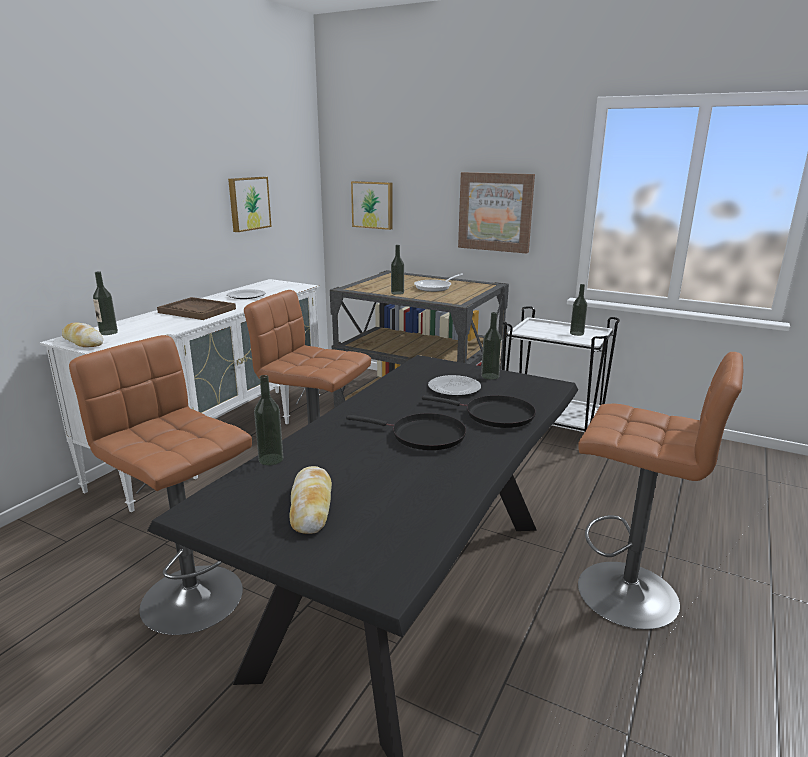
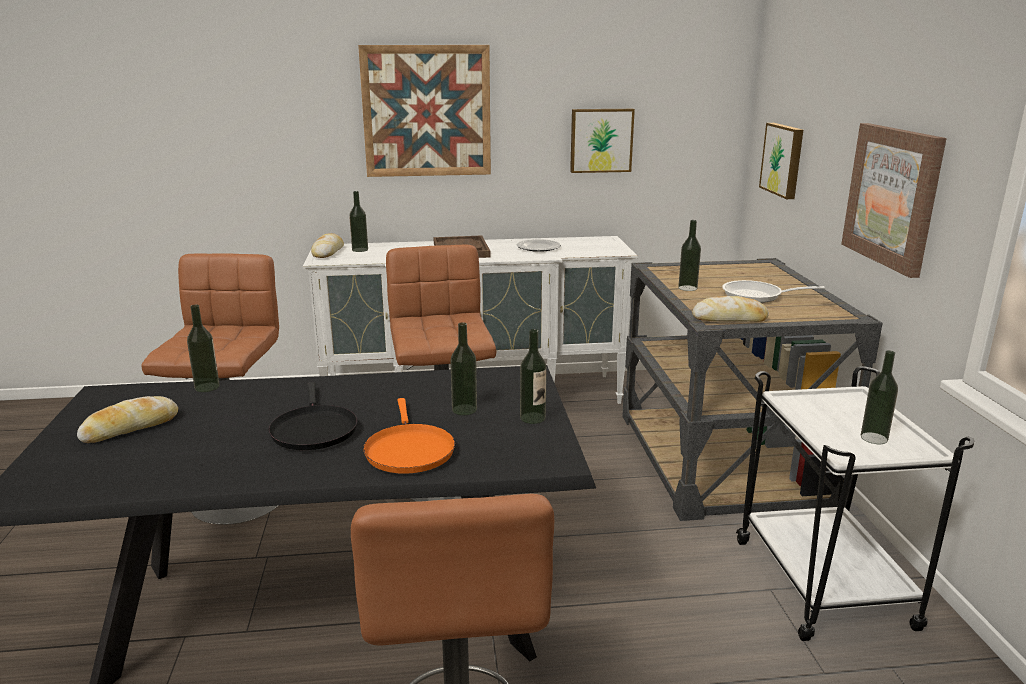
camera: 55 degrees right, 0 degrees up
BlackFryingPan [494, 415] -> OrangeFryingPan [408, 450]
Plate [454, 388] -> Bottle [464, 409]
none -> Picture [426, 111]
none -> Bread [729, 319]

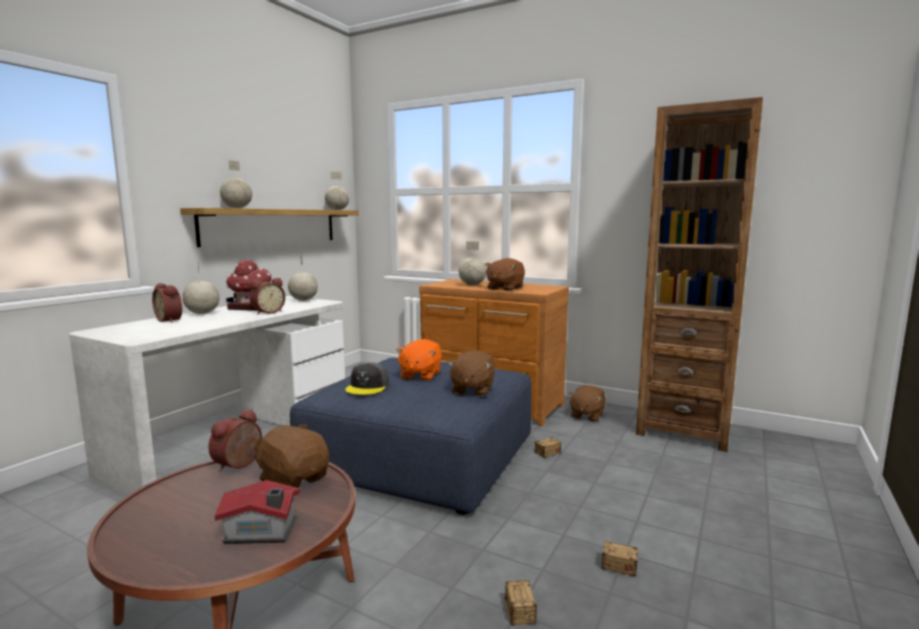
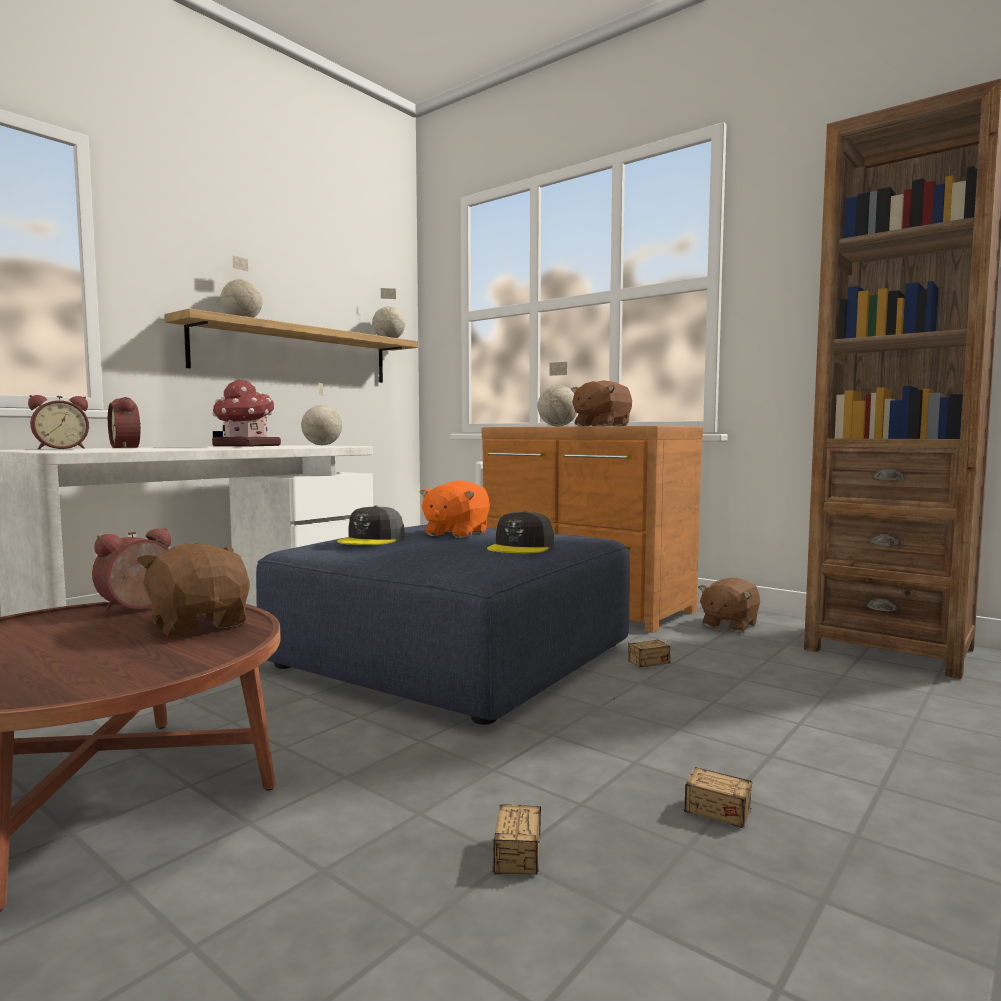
camera: 10 degrees right, 5 degrees down
Globe [202, 313] -> none
ToyHouse [262, 532] -> none
AlarmClock [267, 312] -> AlarmClock [61, 448], move
BrownPlushToy [472, 390] -> GreyCap [521, 547]

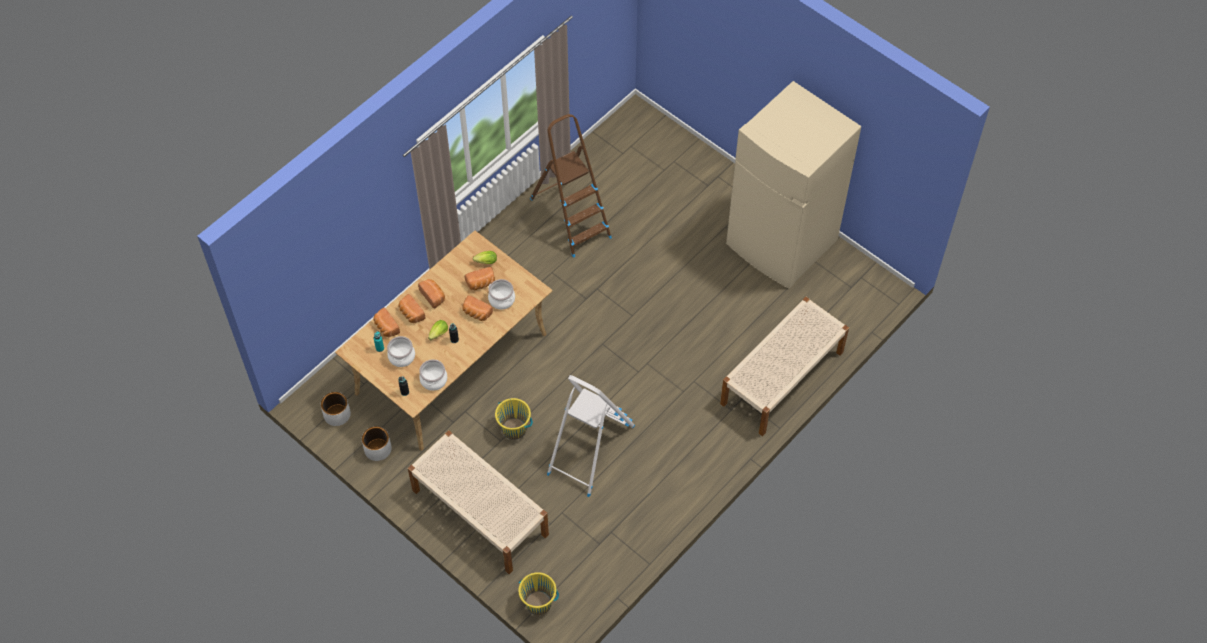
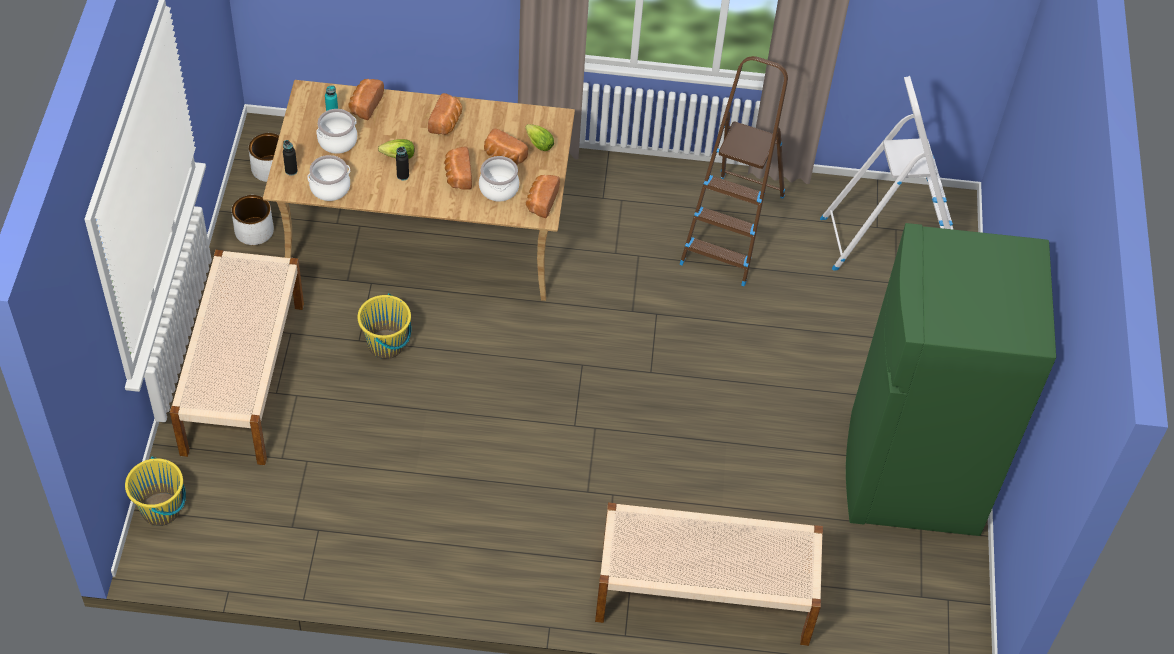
camera: 50 degrees right, 5 degrees down
Bread [411, 314] -> Bread [541, 202], move
WhiteStepLadder [591, 449] -> WhiteStepLadder [890, 240], move
BeigeFridge [781, 243] -> GreenFridge [912, 473]

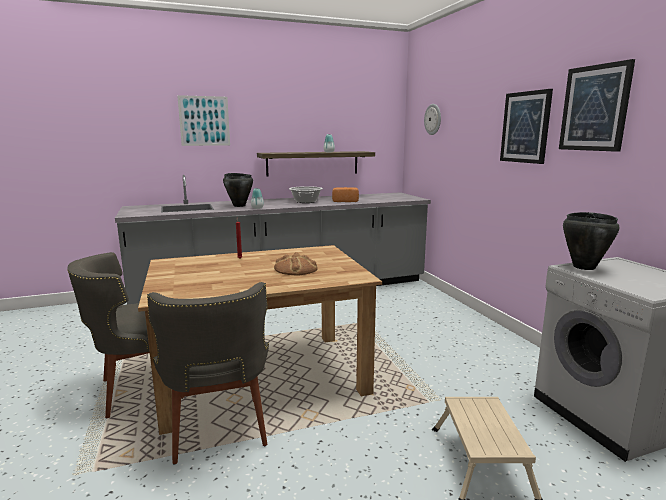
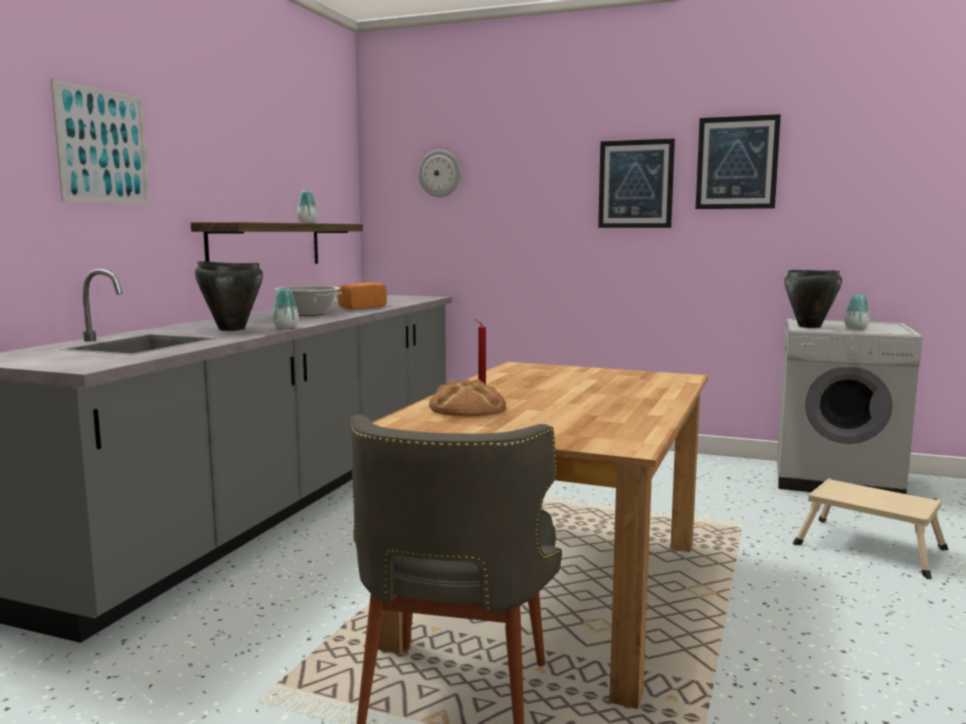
camera: 50 degrees left, 5 degrees down
GreyChair [219, 429] -> none
Bread [296, 269] -> Bread [467, 408], move
none -> Vase [856, 329]

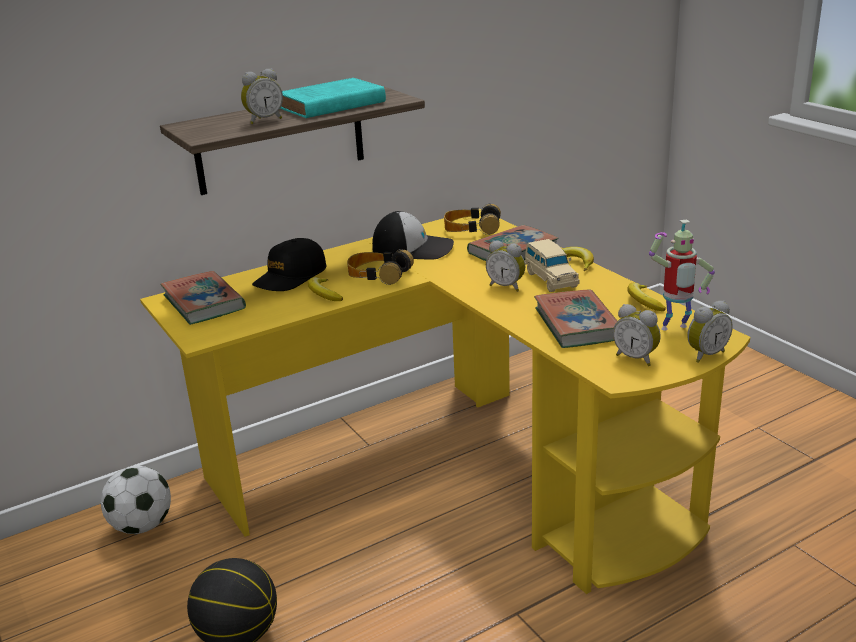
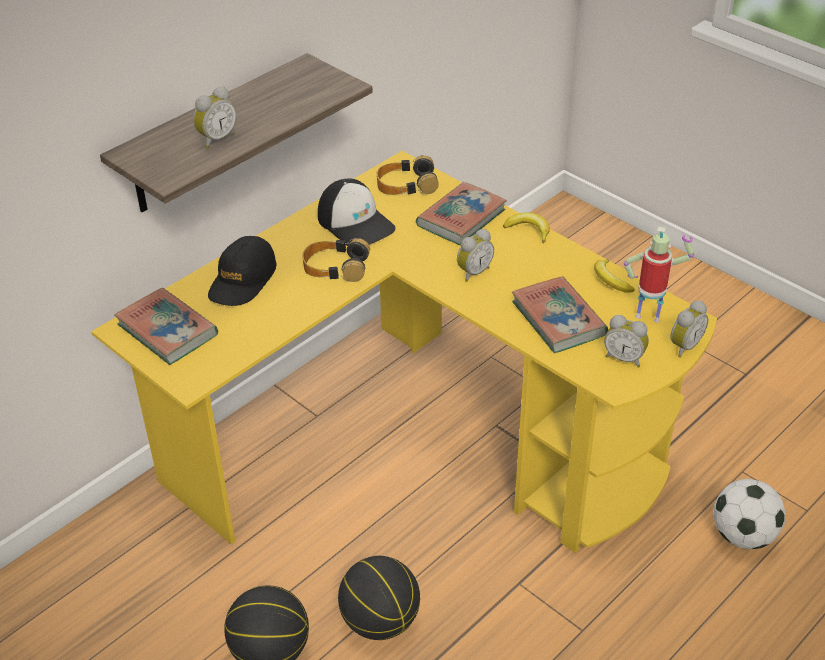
camera: 15 degrees left, 15 degrees up
Football [141, 526] -> Football [742, 536], move
TurquoiseBook [329, 105] -> none
Banana [324, 294] -> none
Cap [413, 248] -> Cap [356, 222], 60 degrees clockwise
AlarmClock [506, 286] -> AlarmClock [473, 272], 60 degrees counterclockwise
BeigeToyCar [550, 279] -> none
ToyRobot [675, 329] -> ToyRobot [649, 316], 135 degrees counterclockwise
none -> Basketball [380, 621]

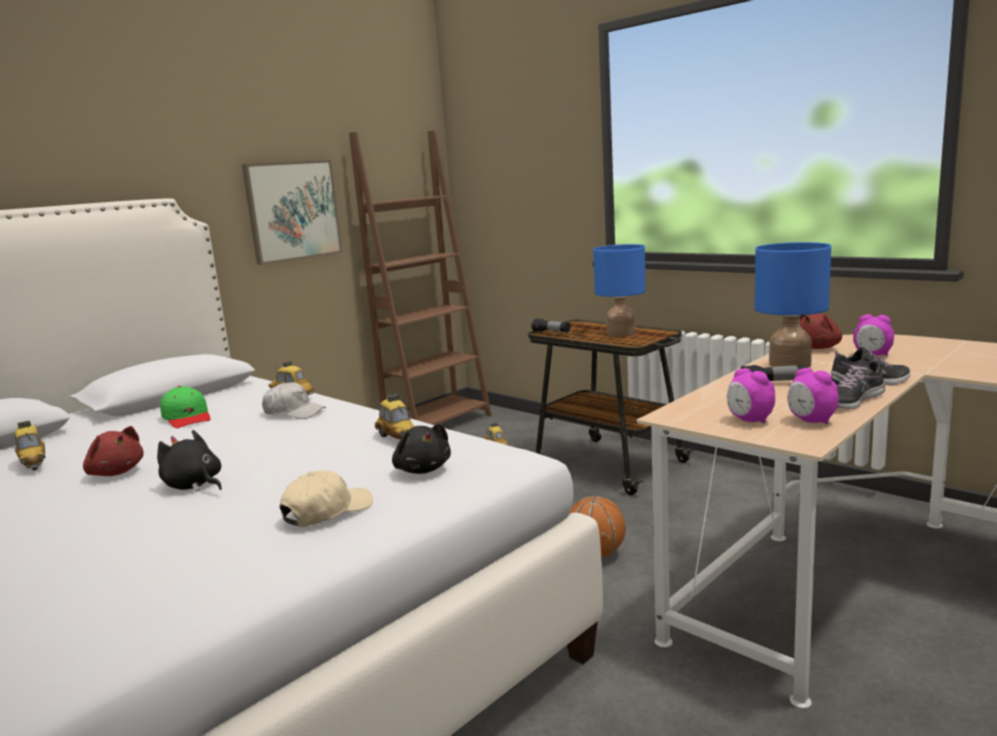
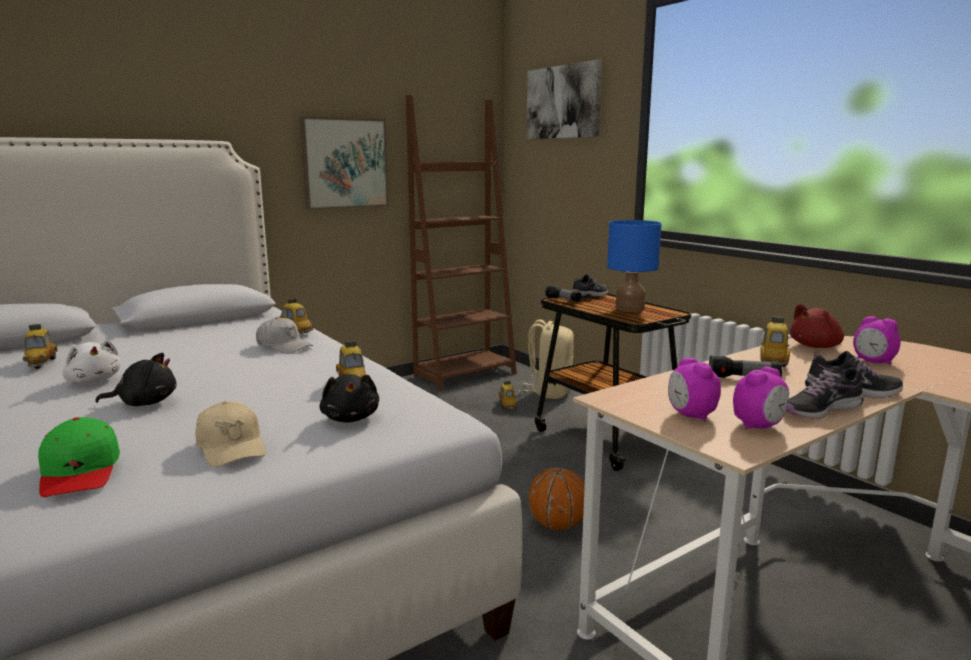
camera: 10 degrees right, 0 degrees up
RedPlushToy [115, 472] -> WhitePlushToy [94, 380]
BlackPlushToy [194, 485] -> BlackPlushToy [145, 403], 120 degrees clockwise
GreenCap [187, 418] -> GreenCap [80, 471], move
BeigeCap [327, 512] -> BeigeCap [232, 447], 90 degrees clockwise
BlueTableLamp [789, 365] -> ToyCar [773, 361]
AlarmClock [811, 421] -> AlarmClock [758, 426], 105 degrees counterclockwise
none -> BeigeBackpack [549, 391]
none -> Picture [563, 102]
none -> Shoe [590, 295]

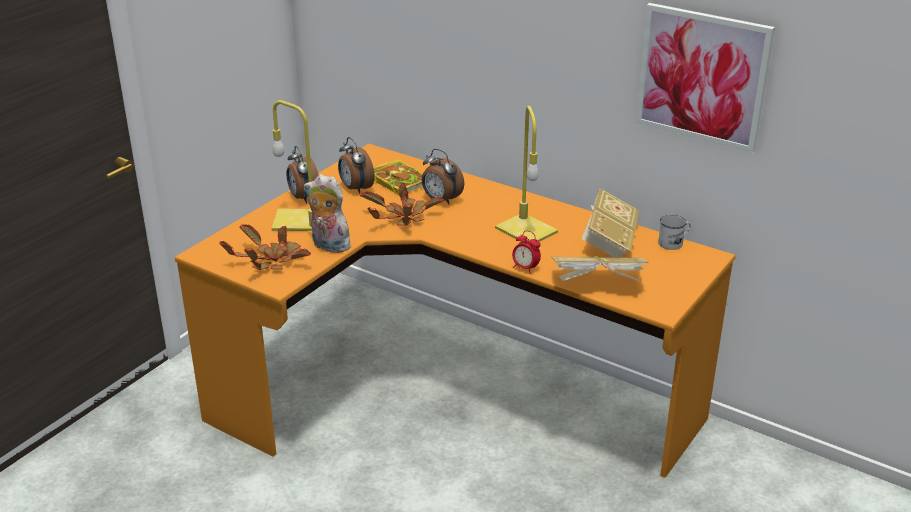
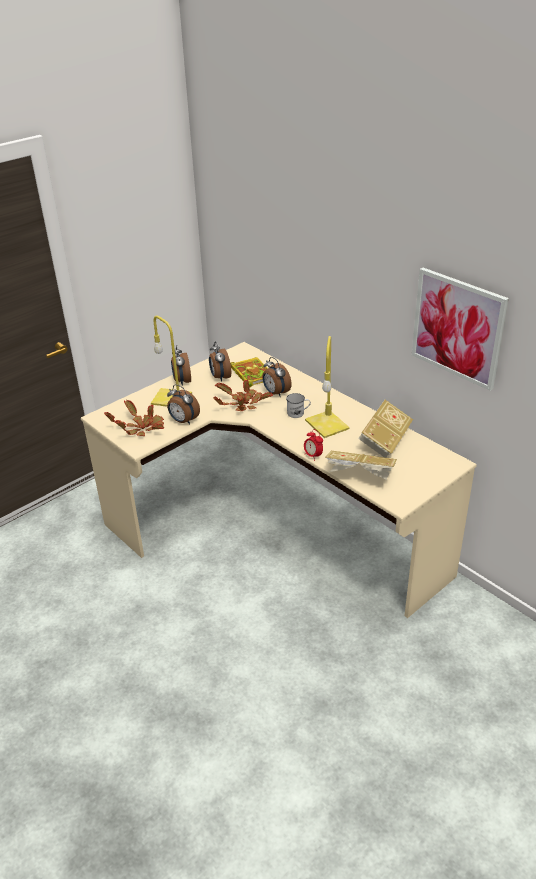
camera: 15 degrees right, 5 degrees up
OrangeDesk [448, 389] -> BeigeDesk [275, 525]
PlushToy [328, 246] -> AlarmClock [183, 421]
WhiteMug [674, 243] -> WhiteMug [298, 413], move

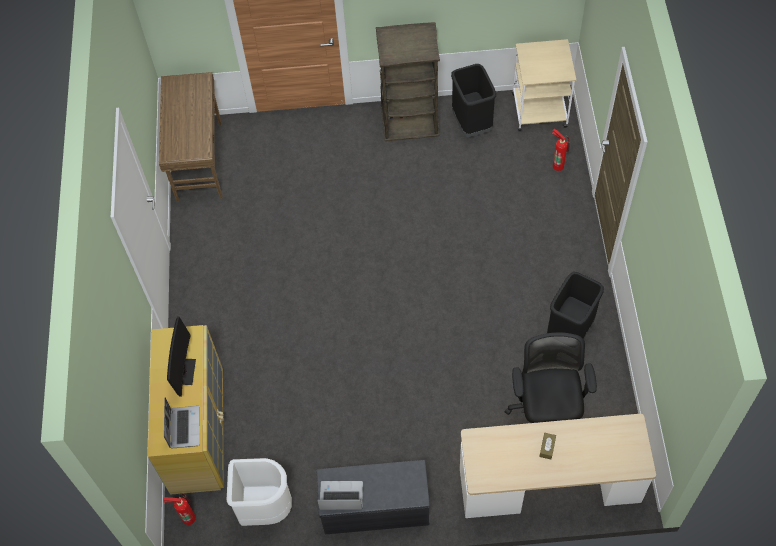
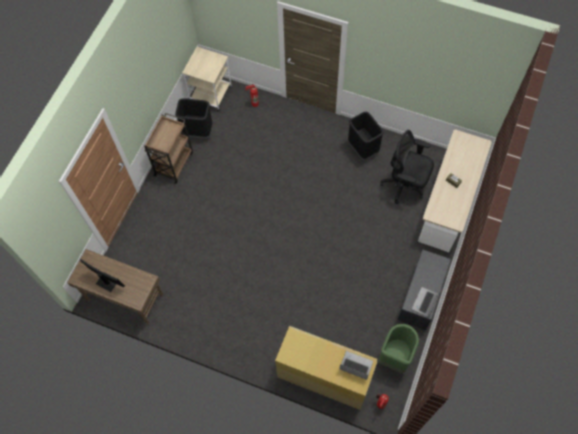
camera: 65 degrees left, 5 degrees up
Monitor [183, 372] -> Monitor [107, 282], move
WhiteTrashCan [265, 508] -> GreenTrashCan [394, 357]
BrownBookcase [410, 120] -> BrownCart [174, 163]

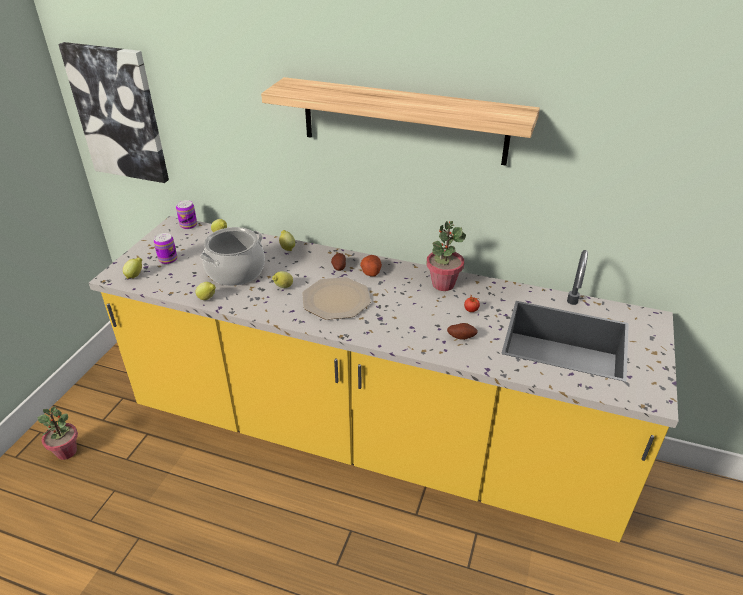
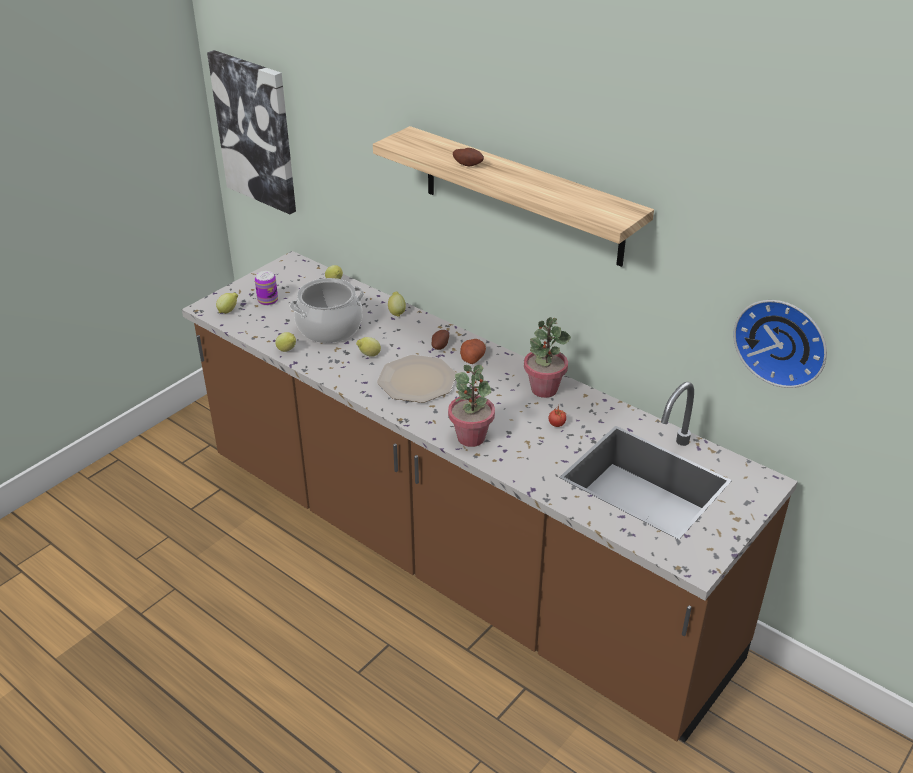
camera: 20 degrees right, 0 degrees up
PottedPlant [67, 451] -> PottedPlant [471, 437], move
YellowCounter [371, 439] -> BrownCounter [456, 557]
Can [188, 225] -> none
Potato [461, 336] -> Potato [468, 164], move
none -> WallClock [782, 340]

